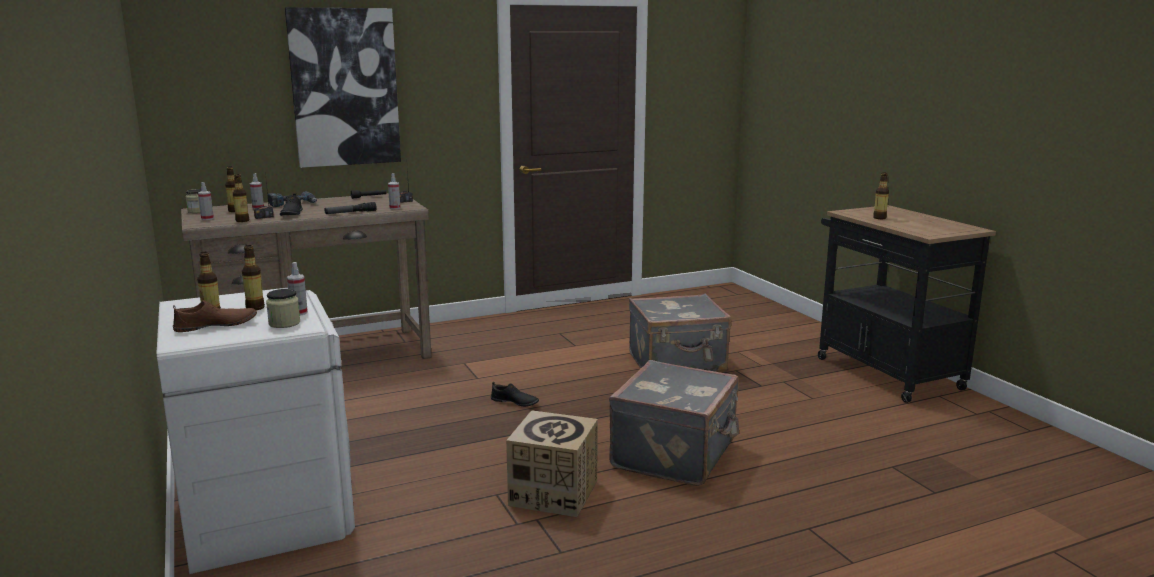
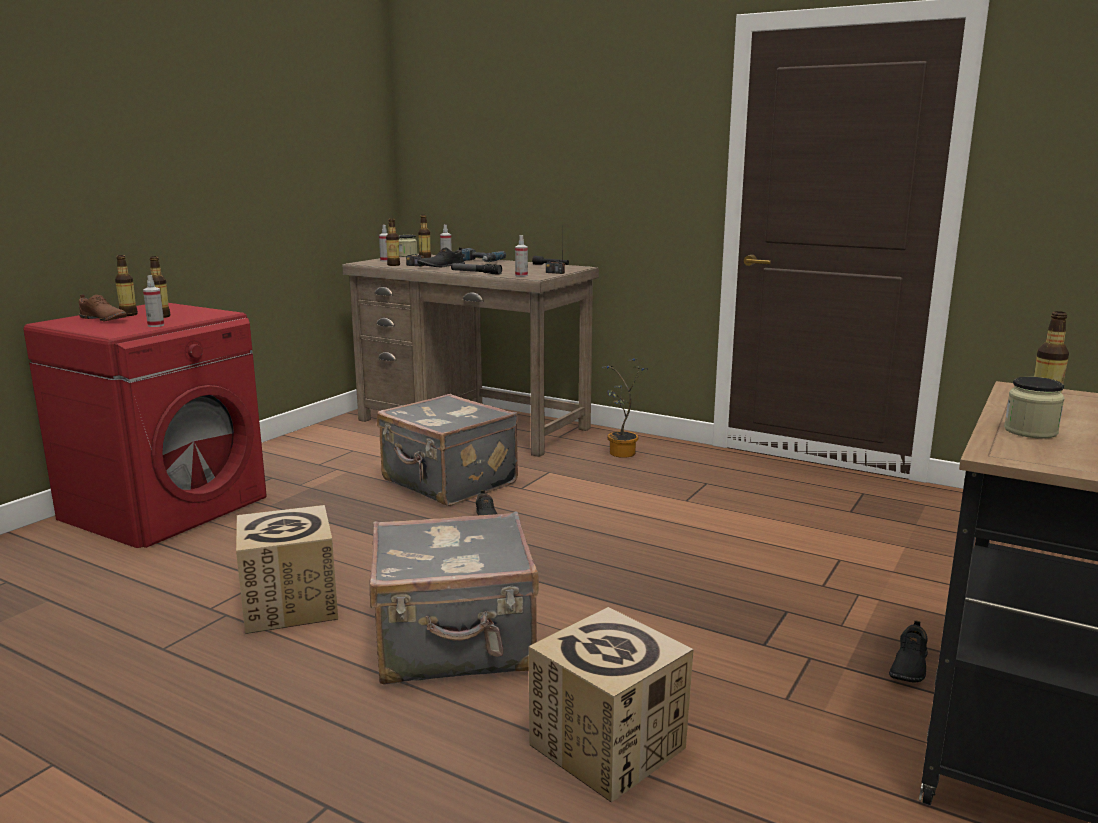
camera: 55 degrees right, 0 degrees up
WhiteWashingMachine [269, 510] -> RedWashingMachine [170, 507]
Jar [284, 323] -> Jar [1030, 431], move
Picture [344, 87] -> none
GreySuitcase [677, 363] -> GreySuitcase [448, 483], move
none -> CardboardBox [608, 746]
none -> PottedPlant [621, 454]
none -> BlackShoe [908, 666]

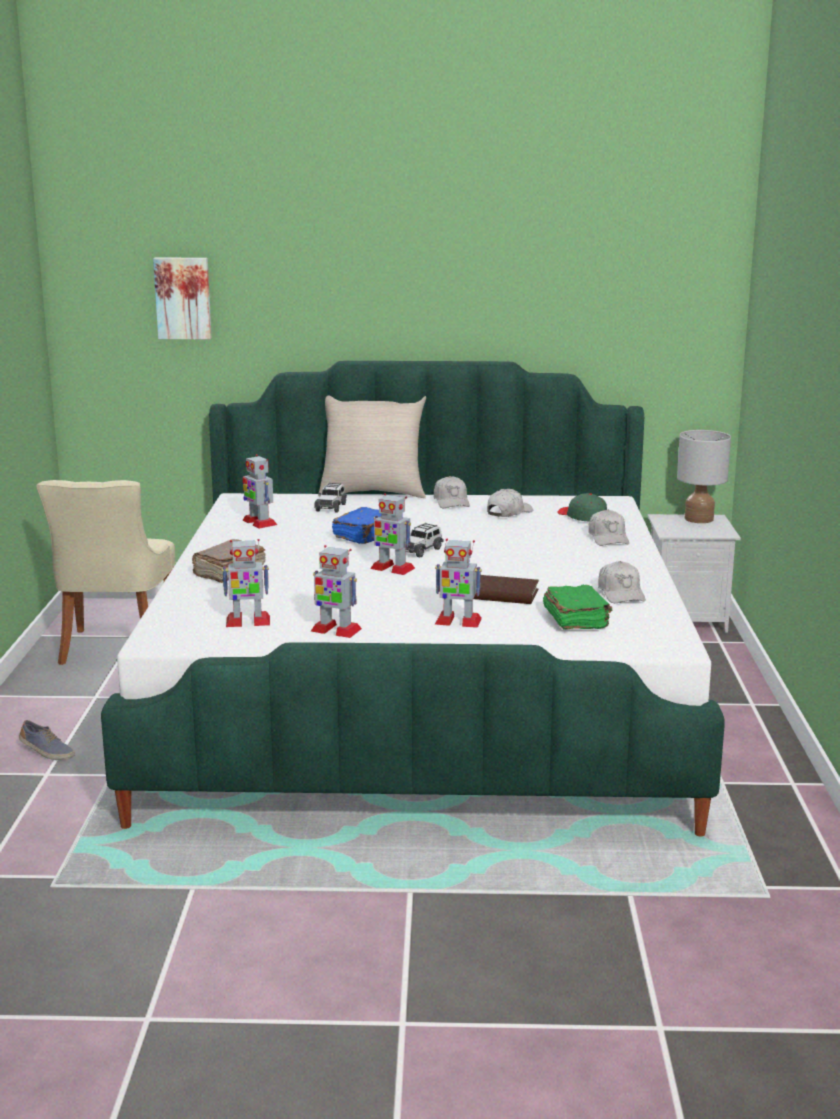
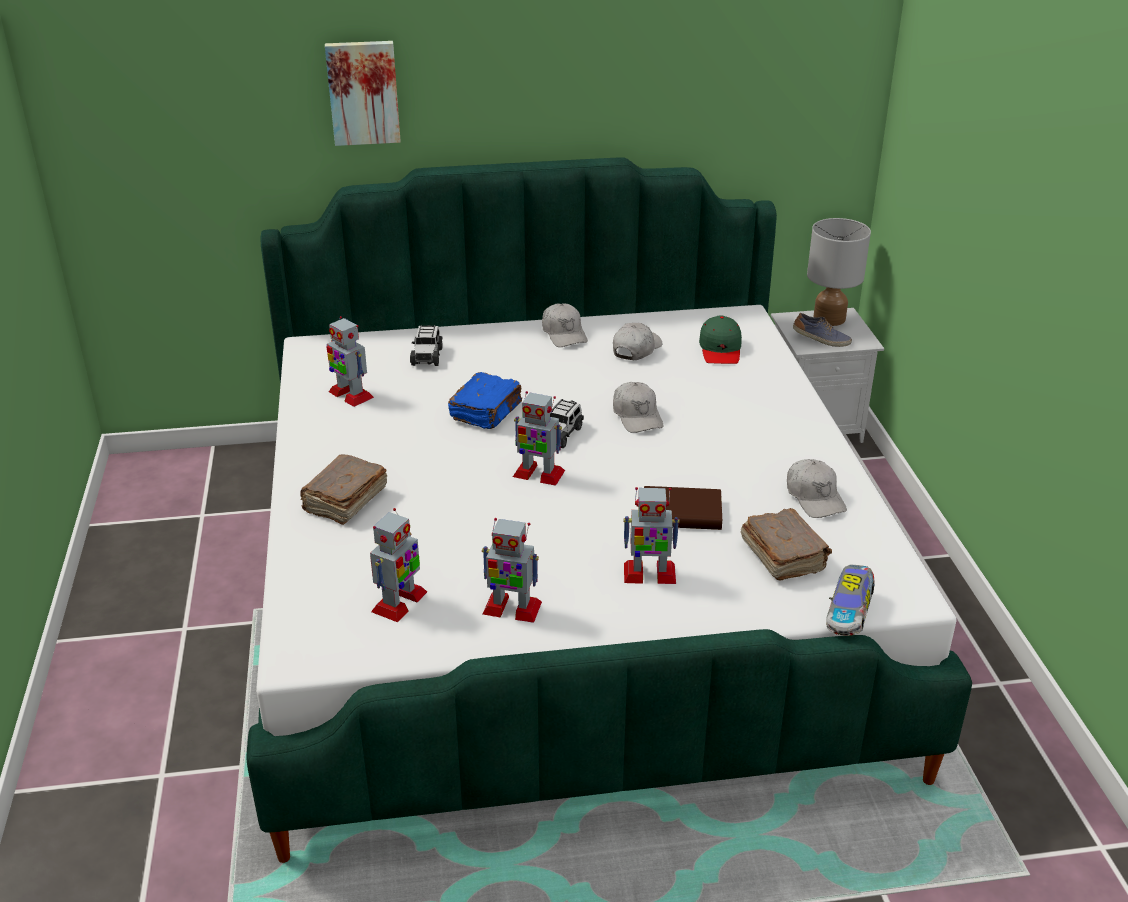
camera: 10 degrees left, 15 degrees up
Shoe [46, 752] -> Shoe [821, 340], move
BeigeChair [116, 649] -> none
Picture [183, 298] -> Picture [363, 92], move
ToyRobot [247, 621] -> ToyRobot [399, 602], 45 degrees counterclockwise
BeigePillow [373, 493] -> none
GreenBook [576, 620] -> BrownBook [783, 556]
GreenCap [582, 516] -> GreenCap [720, 349], 135 degrees counterclockwise
WhiteCap [608, 538] -> WhiteCap [637, 416], move
none -> ToyCar [849, 610]

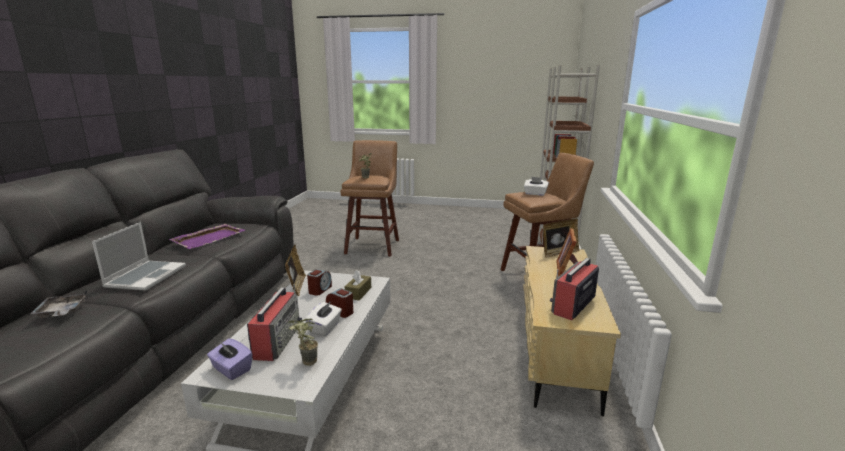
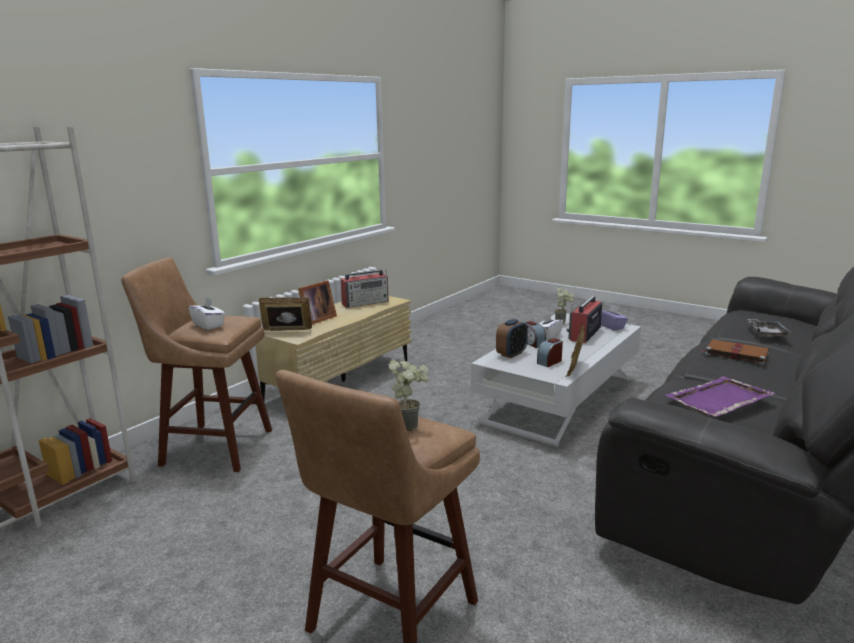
camera: 155 degrees left, 0 degrees up
Laptop [146, 276] -> BrownBook [735, 353]
BrownTissueBox [358, 292] -> AlarmClock [511, 354]

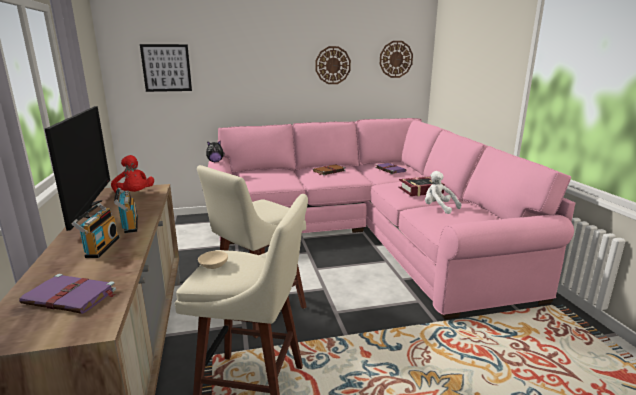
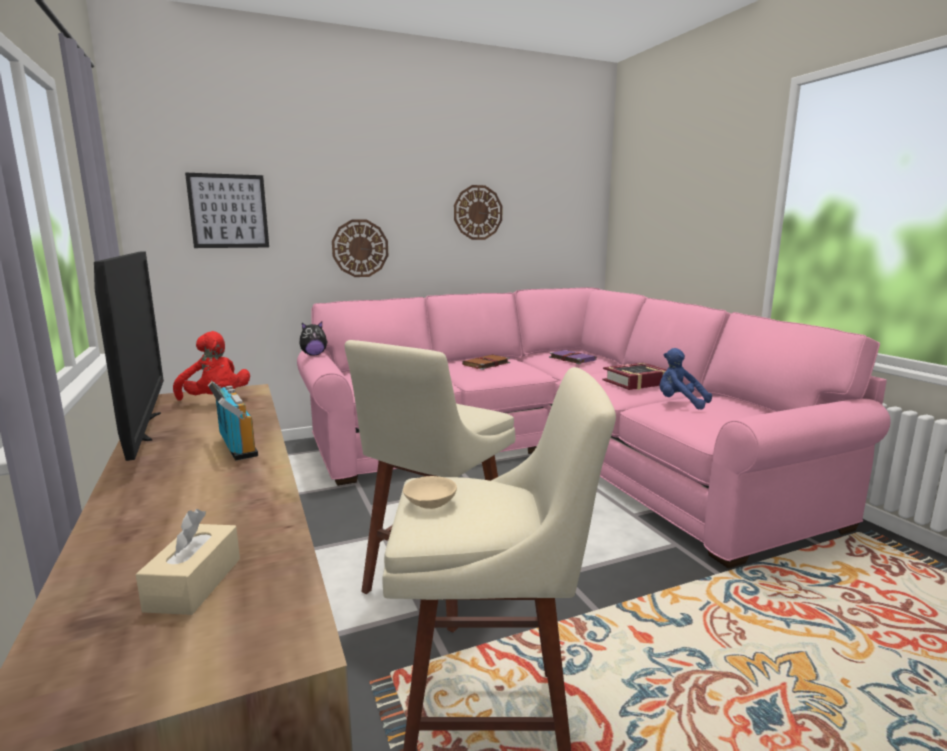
camera: 10 degrees left, 5 degrees down
PurpleBook [71, 297] -> BeigeTissueBox [194, 584]
Radio [100, 247] -> none
WallClock [396, 59] -> WallClock [360, 248], move
WhitePlushToy [438, 208] -> BluePlushToy [679, 403]

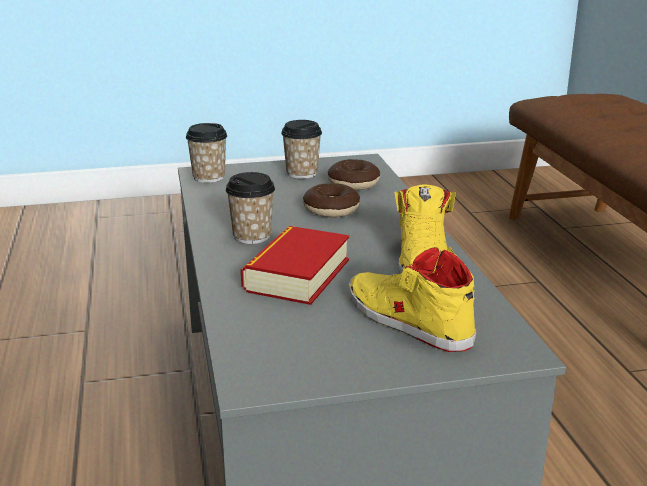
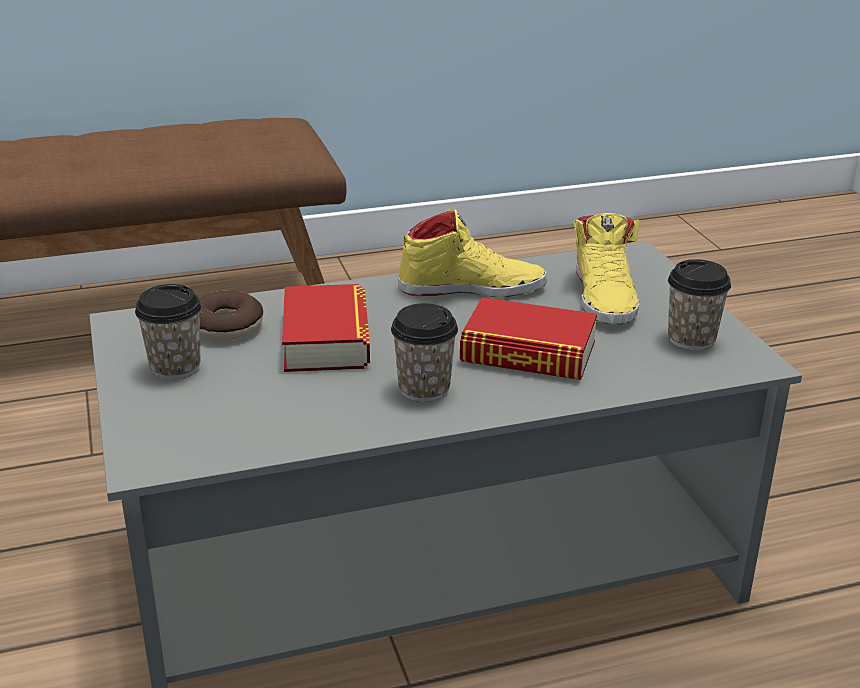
camera: 95 degrees left, 5 degrees up
Cup [209, 177] -> Cup [691, 339], move
Donut [331, 209] -> Book [326, 340]
YellowShoe [406, 320] -> YellowShoe [605, 296], 45 degrees counterclockwise

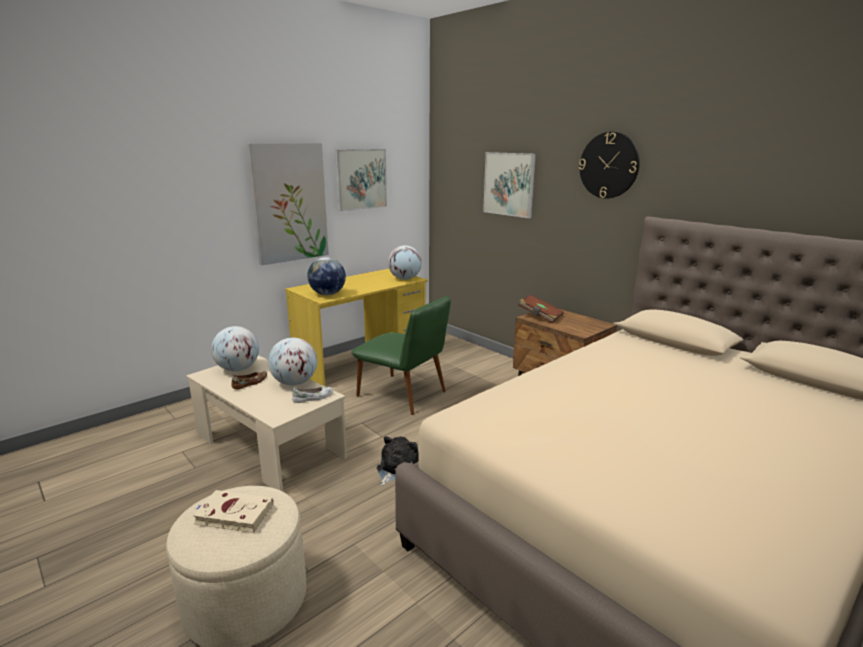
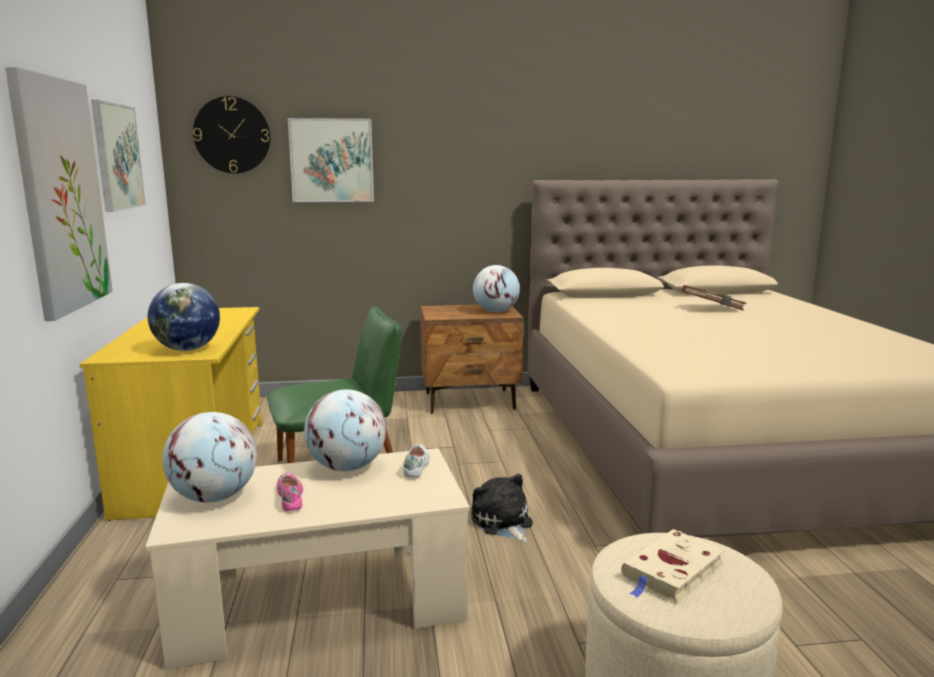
camera: 55 degrees left, 5 degrees down
BrownShoe [250, 383] -> PinkShoe [291, 496]
Globe [405, 279] -> Globe [495, 311], move
BrownBook [540, 316] -> BrownBook [713, 309], move
WallClock [609, 165] -> WallClock [232, 135], move

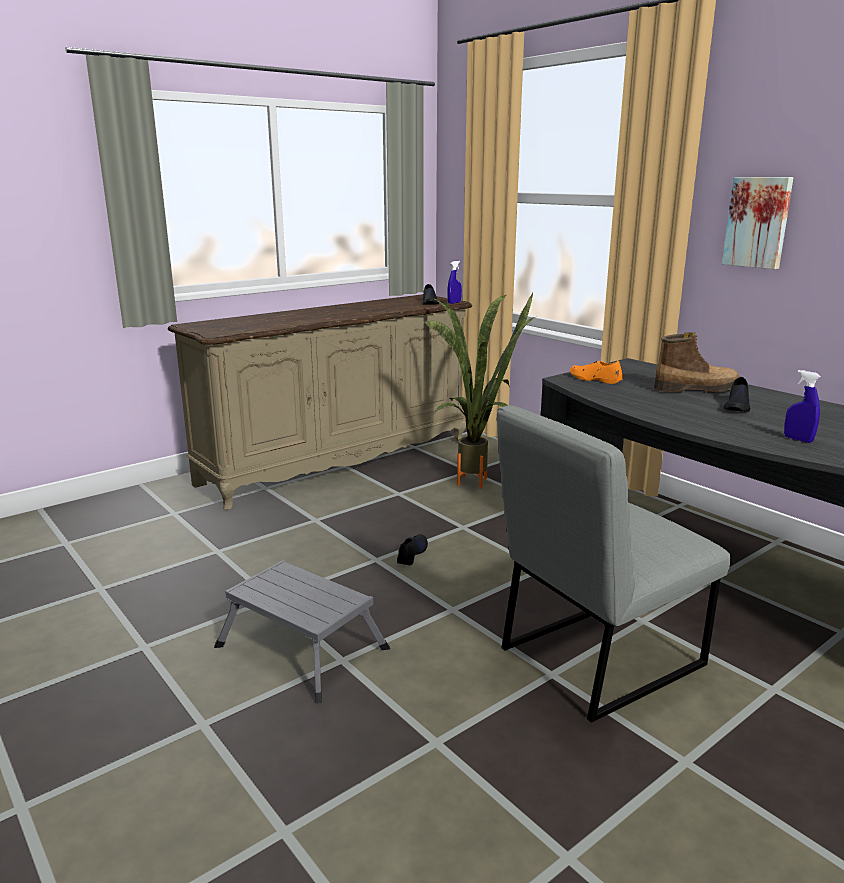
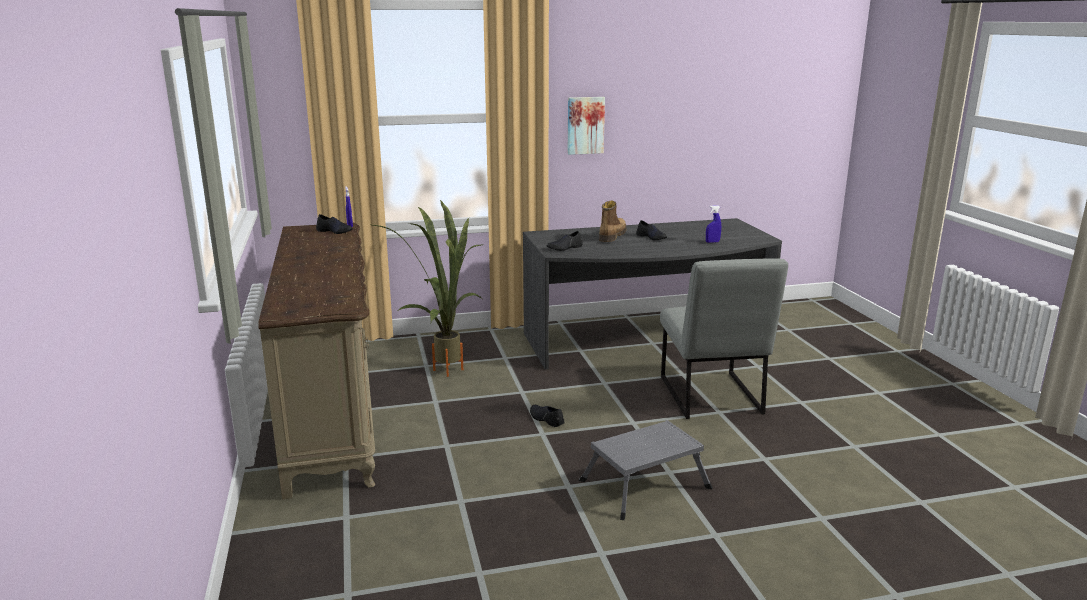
camera: 65 degrees left, 0 degrees up
OrangeShoe [594, 379] -> BlackShoe [564, 248]

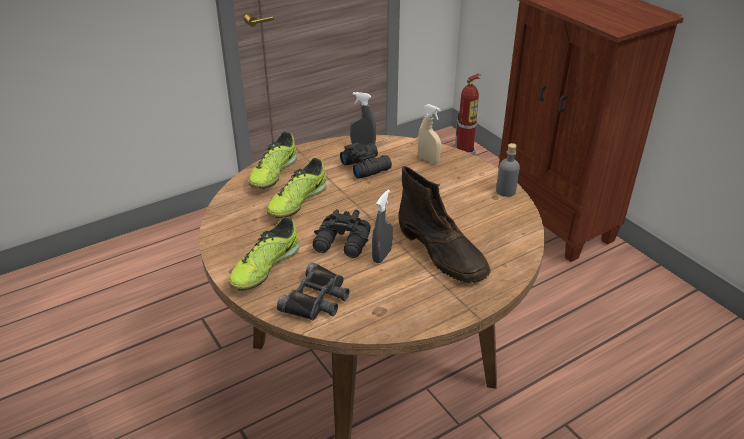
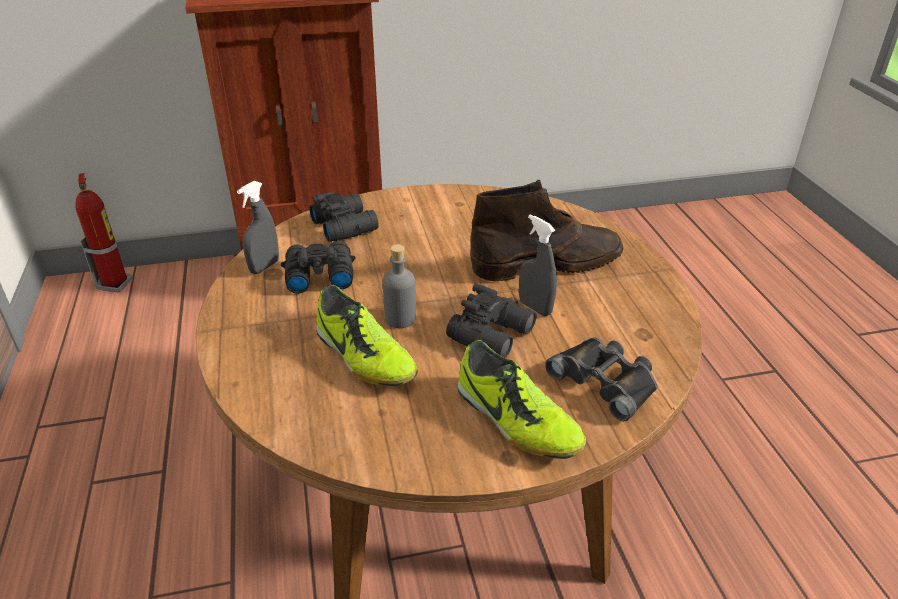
camera: 70 degrees left, 0 degrees up
Shoe [273, 174] -> none
BeigeSprayBottle [428, 160] -> BlackBinoculars [345, 225]
GreyBottle [505, 191] -> GreyBottle [400, 318], move

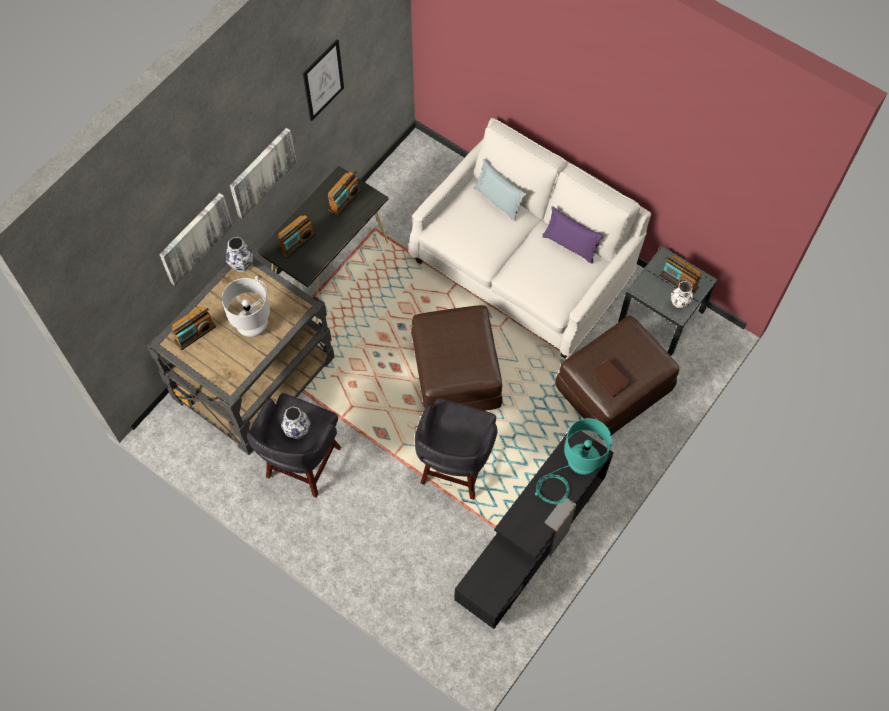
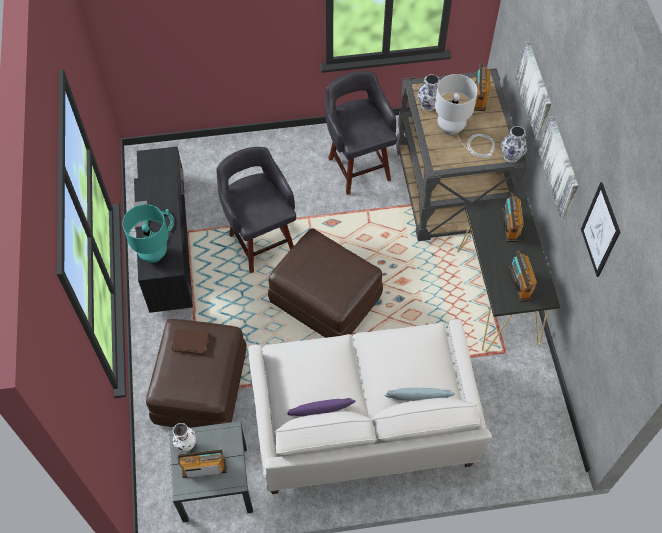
camera: 135 degrees right, 5 degrees down
Vase [298, 430] -> Vase [428, 105], move

